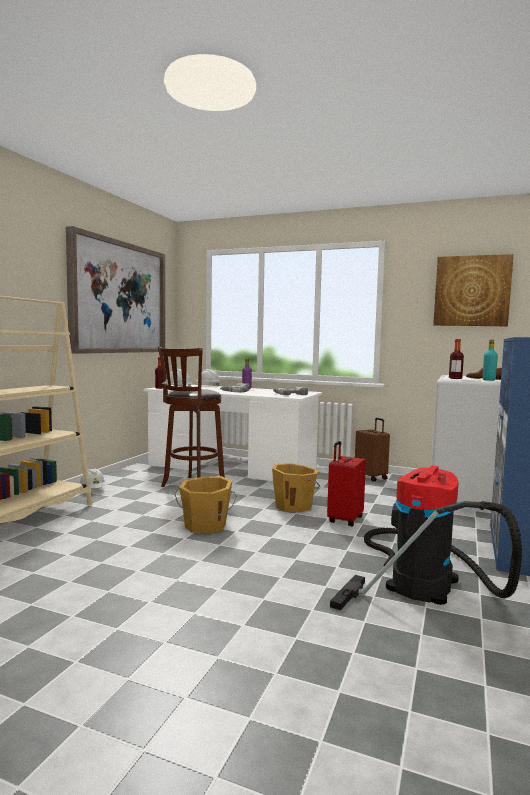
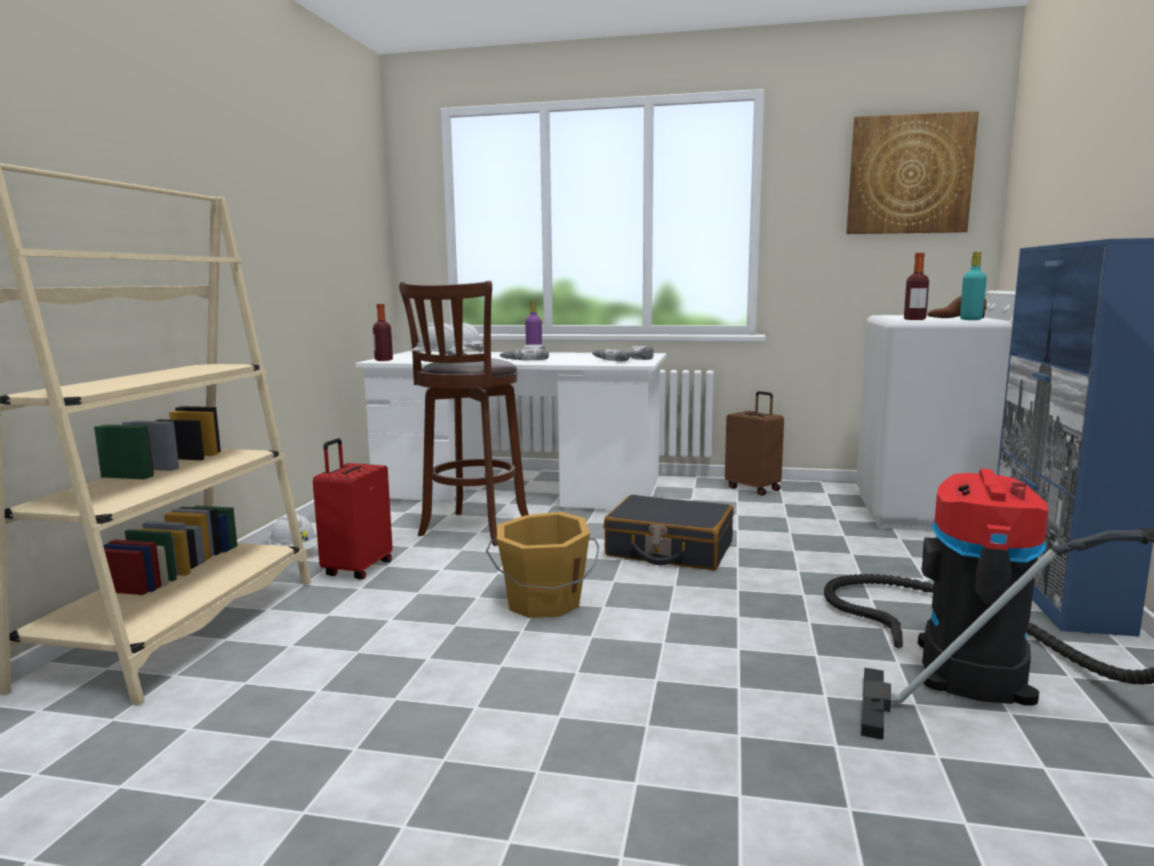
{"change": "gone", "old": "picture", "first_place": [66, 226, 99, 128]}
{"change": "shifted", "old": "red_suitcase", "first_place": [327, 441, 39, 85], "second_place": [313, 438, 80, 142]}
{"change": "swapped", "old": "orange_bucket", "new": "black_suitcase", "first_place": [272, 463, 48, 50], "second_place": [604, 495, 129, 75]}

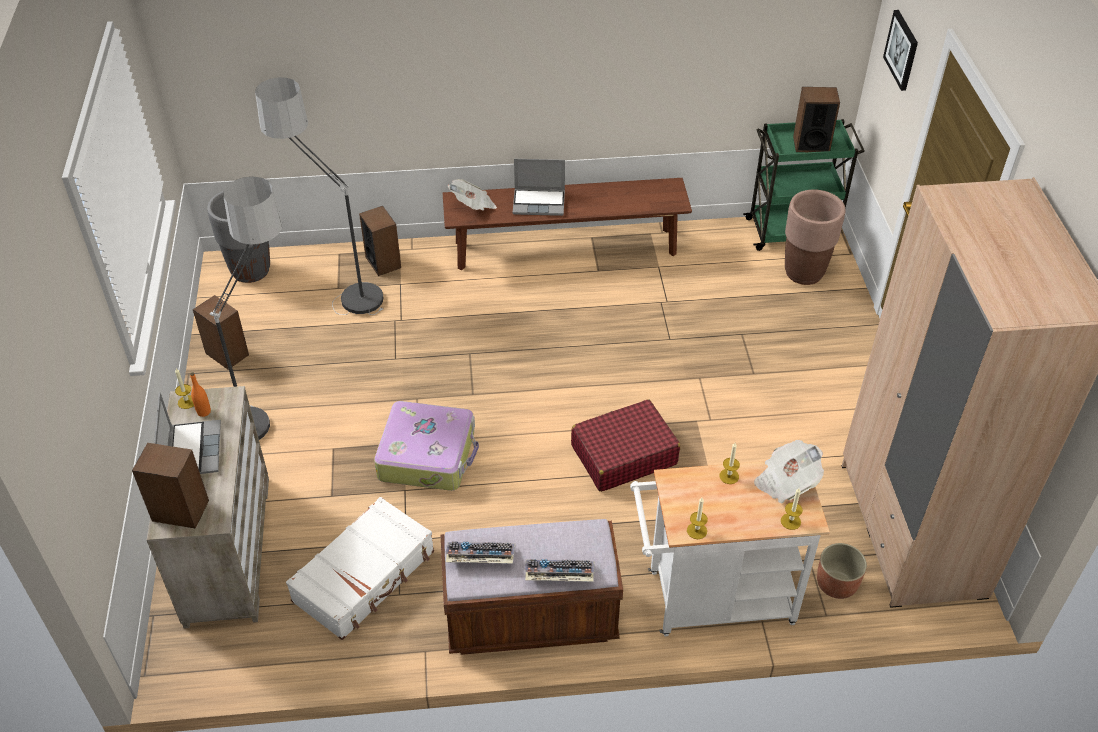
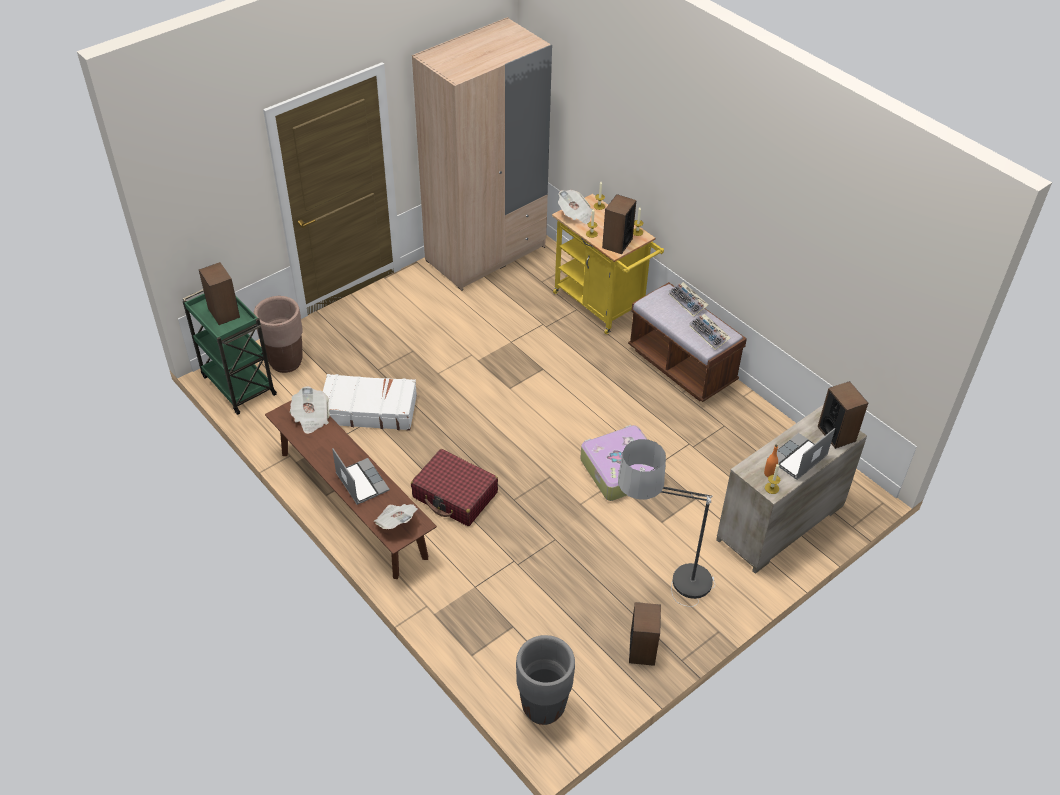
{"change": "gone", "old": "floor_lamp", "first_place": [255, 77, 129, 238]}
{"change": "gone", "old": "planter", "first_place": [817, 543, 50, 56]}
{"change": "gone", "old": "picture", "first_place": [883, 10, 35, 81]}
{"change": "new", "new": "newspaper", "second_place": [290, 386, 40, 48]}
{"change": "shifted", "old": "white_suitcase", "first_place": [286, 497, 148, 143], "second_place": [323, 374, 94, 57]}
{"change": "shifted", "old": "speaker", "first_place": [359, 206, 42, 70], "second_place": [602, 194, 34, 60]}
{"change": "shifted", "old": "red_suitcase", "first_place": [571, 399, 109, 93], "second_place": [411, 449, 87, 77]}
{"change": "repainted", "old": "white_cart", "new": "yellow_cart", "first_place": [630, 461, 200, 176], "second_place": [552, 194, 112, 140]}

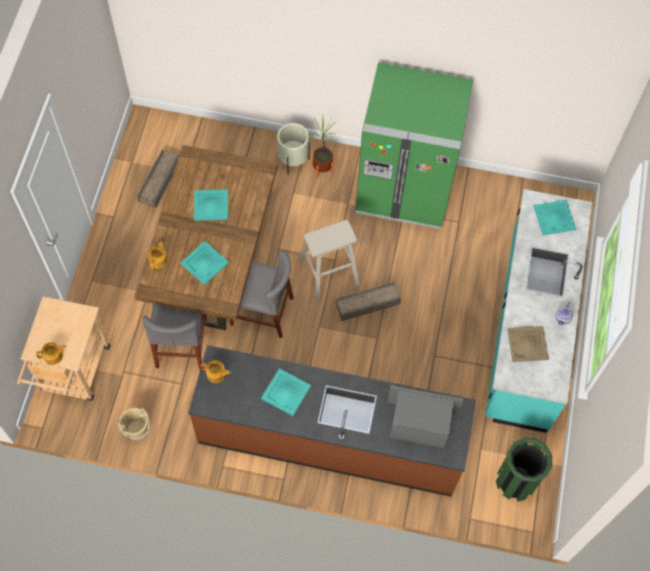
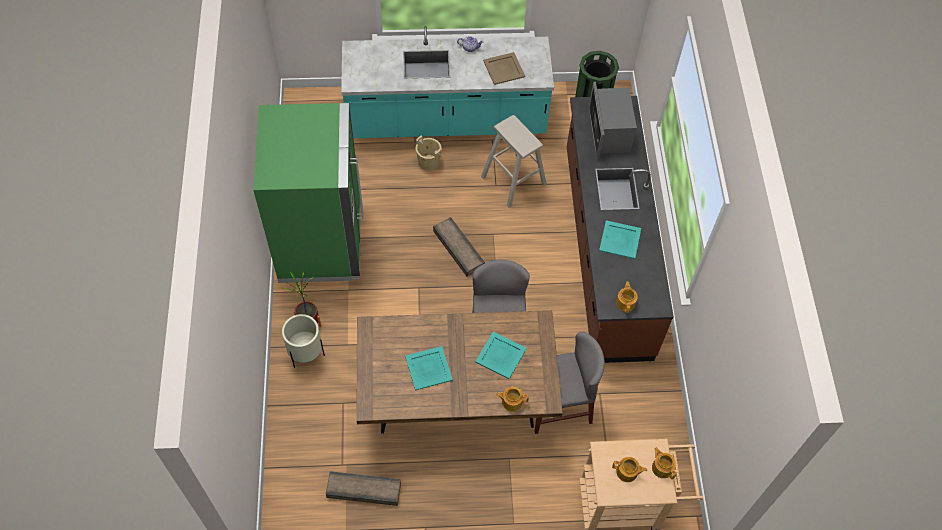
{"change": "gone", "old": "turquoise_tray", "first_place": [534, 200, 42, 35]}
{"change": "new", "new": "teapot", "second_place": [612, 457, 35, 25]}
{"change": "shifted", "old": "beige_bucket", "first_place": [118, 408, 32, 32], "second_place": [416, 135, 26, 36]}
{"change": "shifted", "old": "beige_stool", "first_place": [299, 220, 61, 81], "second_place": [481, 115, 66, 92]}

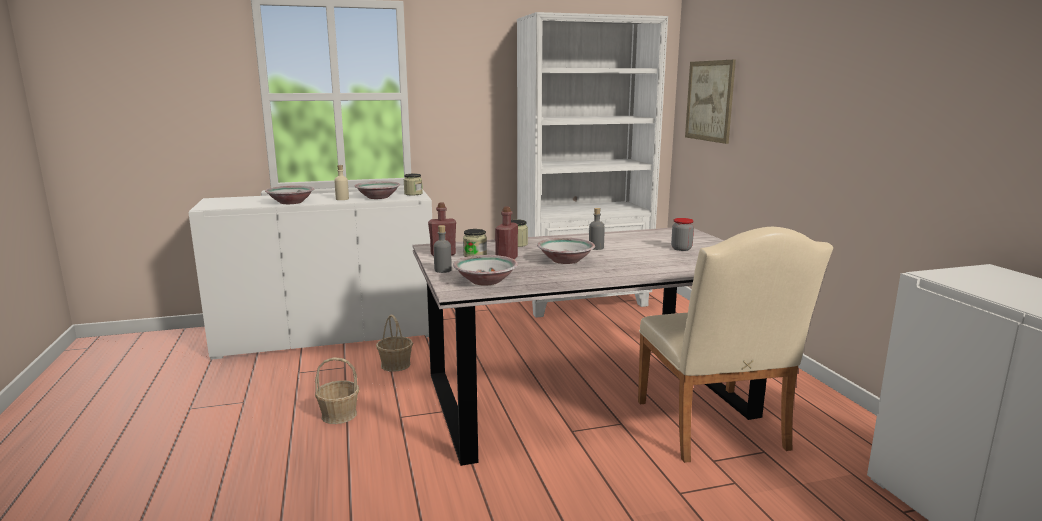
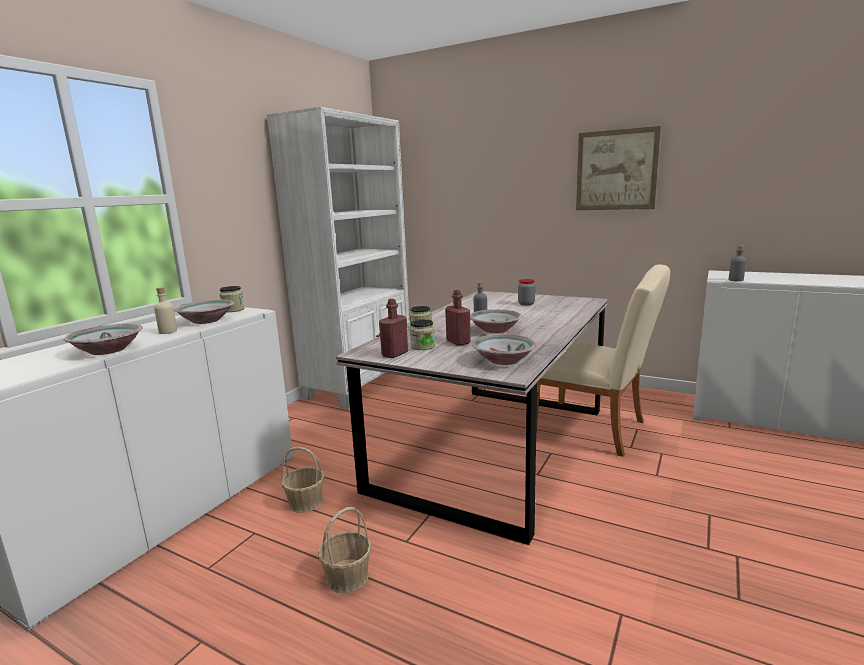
{"change": "shifted", "old": "grey_bottle", "first_place": [434, 225, 18, 48], "second_place": [729, 245, 17, 37]}
{"change": "shifted", "old": "picture", "first_place": [685, 60, 51, 84], "second_place": [576, 126, 85, 84]}

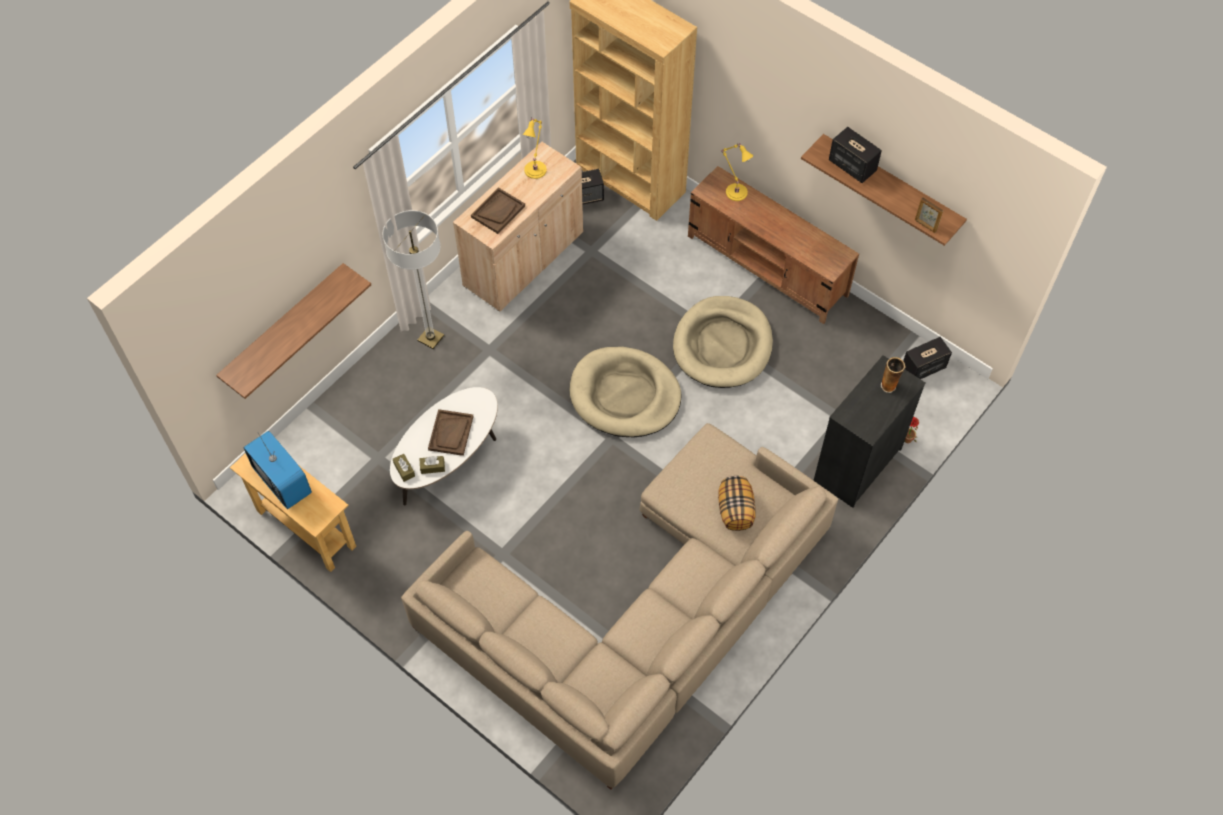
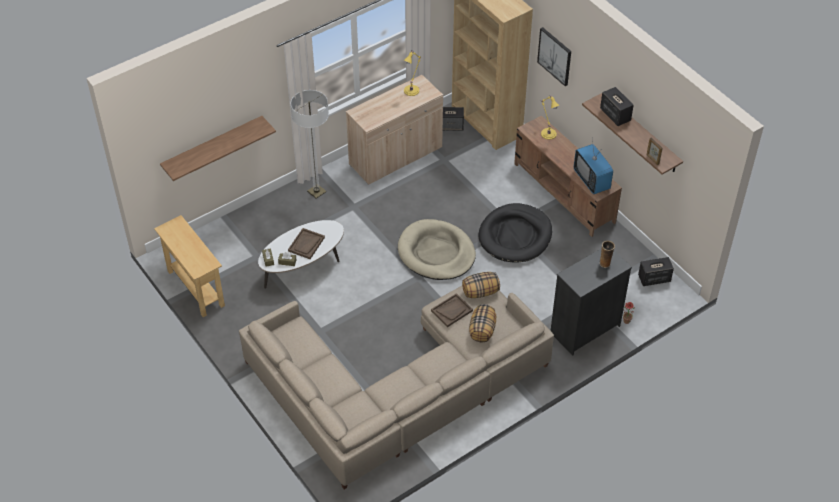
{"change": "new", "new": "pillow", "second_place": [462, 272, 38, 26]}
{"change": "new", "new": "picture", "second_place": [537, 27, 34, 59]}
{"change": "shifted", "old": "television", "first_place": [243, 431, 69, 78], "second_place": [574, 140, 39, 54]}
{"change": "shifted", "old": "brown_tray", "first_place": [471, 187, 54, 47], "second_place": [431, 293, 42, 34]}
{"change": "repainted", "old": "beige_dog_bed", "new": "black_dog_bed", "first_place": [673, 296, 100, 92], "second_place": [478, 203, 74, 59]}

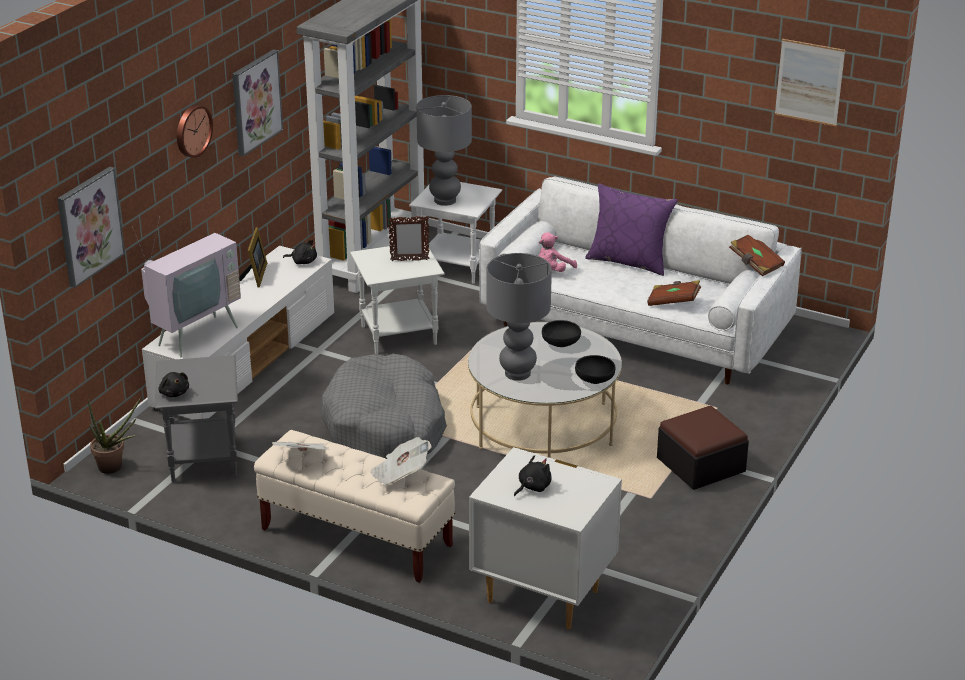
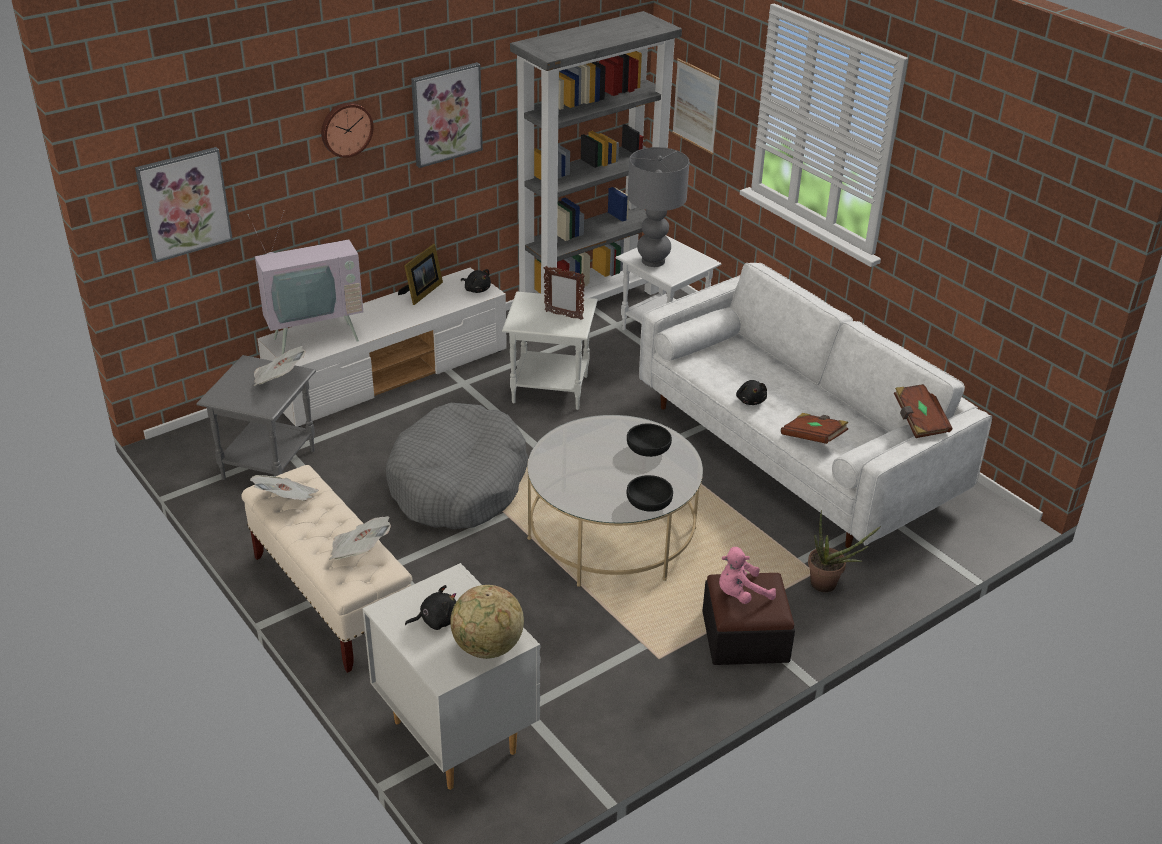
{"change": "gone", "old": "grey_table_lamp", "first_place": [487, 253, 65, 128]}
{"change": "gone", "old": "purple_pillow", "first_place": [585, 184, 93, 92]}
{"change": "new", "new": "newspaper", "second_place": [254, 346, 51, 40]}
{"change": "new", "new": "globe", "second_place": [450, 585, 74, 74]}
{"change": "shifted", "old": "potted_plant", "first_place": [88, 398, 53, 76], "second_place": [808, 510, 73, 82]}
{"change": "shifted", "old": "black_plush_toy", "first_place": [158, 372, 31, 25], "second_place": [736, 380, 31, 25]}
{"change": "shifted", "old": "pink_plush_toy", "first_place": [539, 232, 38, 40], "second_place": [719, 547, 57, 57]}
{"change": "shifted", "old": "picture", "first_place": [775, 39, 70, 87], "second_place": [672, 58, 48, 96]}

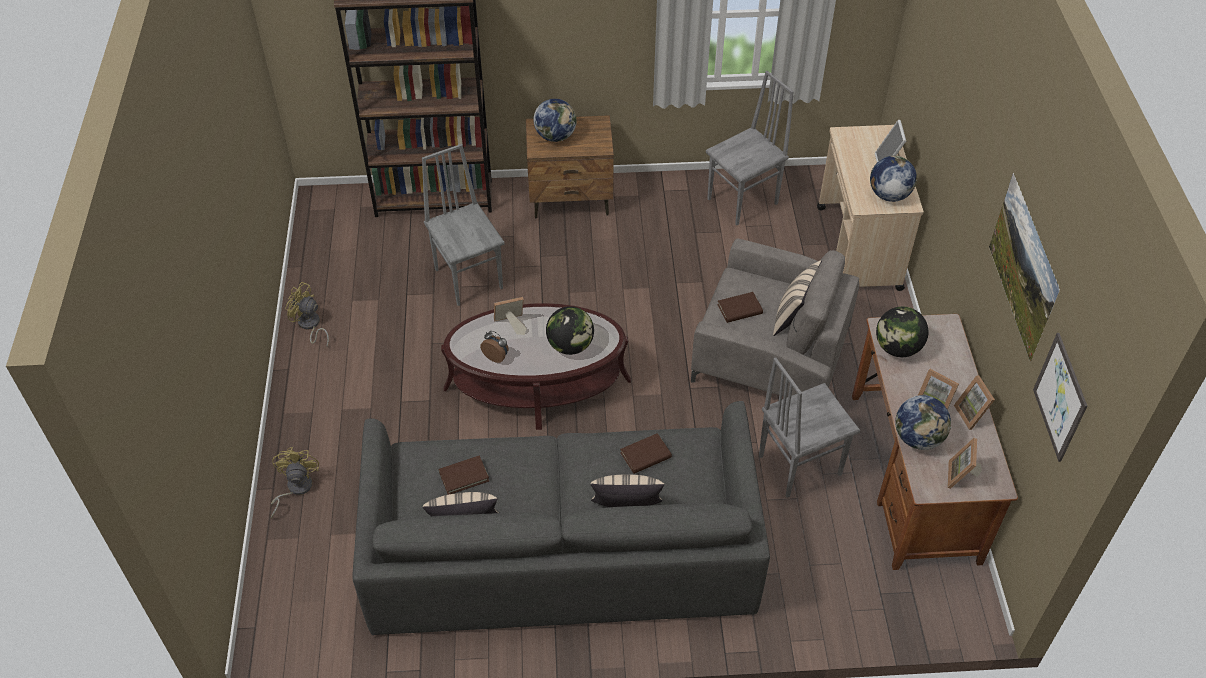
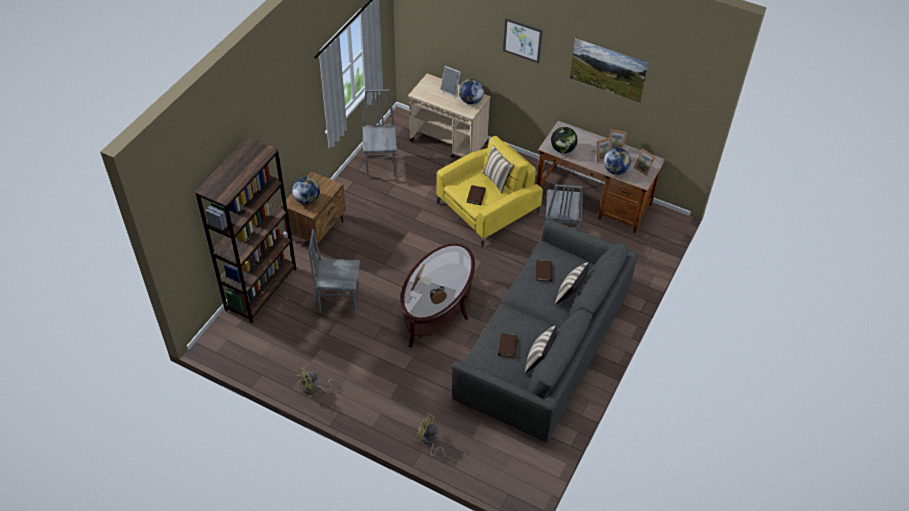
{"change": "gone", "old": "globe", "first_place": [546, 306, 48, 49]}
{"change": "shifted", "old": "picture", "first_place": [1033, 333, 54, 129], "second_place": [503, 18, 40, 45]}
{"change": "repainted", "old": "grey_armchair", "new": "yellow_armchair", "first_place": [691, 239, 168, 158], "second_place": [437, 136, 106, 110]}

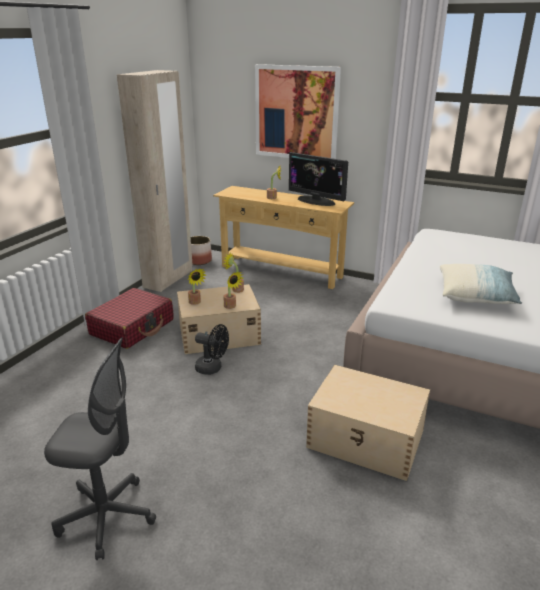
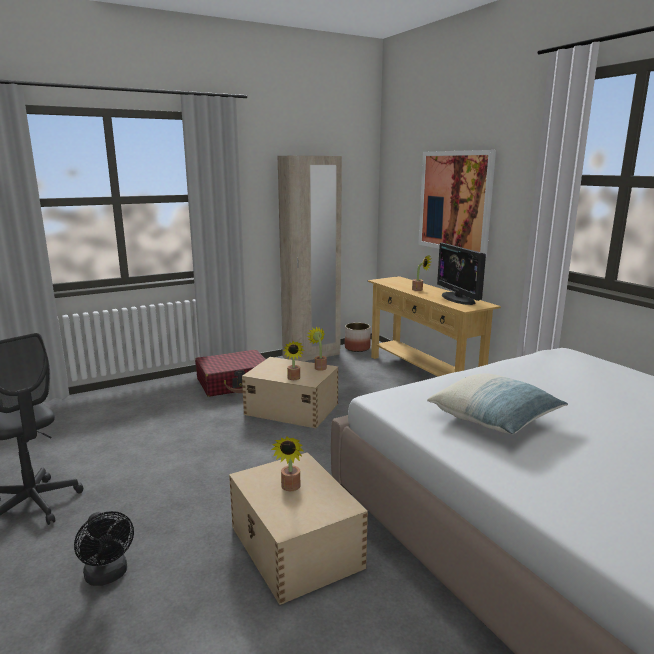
{"change": "shifted", "old": "potted_plant", "first_place": [188, 268, 18, 37], "second_place": [271, 436, 33, 55]}
{"change": "shifted", "old": "black_fan", "first_place": [195, 324, 34, 51], "second_place": [74, 511, 60, 75]}

